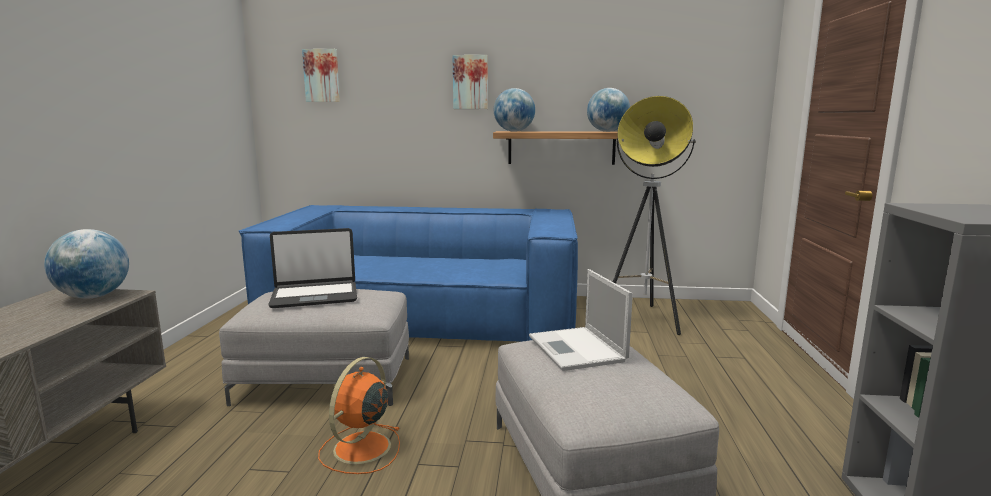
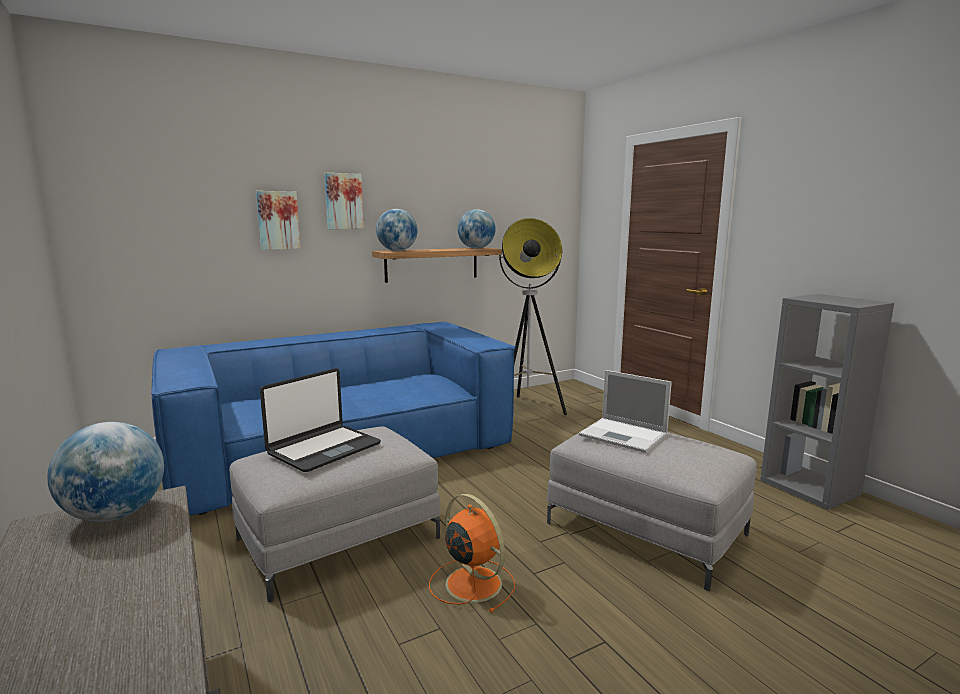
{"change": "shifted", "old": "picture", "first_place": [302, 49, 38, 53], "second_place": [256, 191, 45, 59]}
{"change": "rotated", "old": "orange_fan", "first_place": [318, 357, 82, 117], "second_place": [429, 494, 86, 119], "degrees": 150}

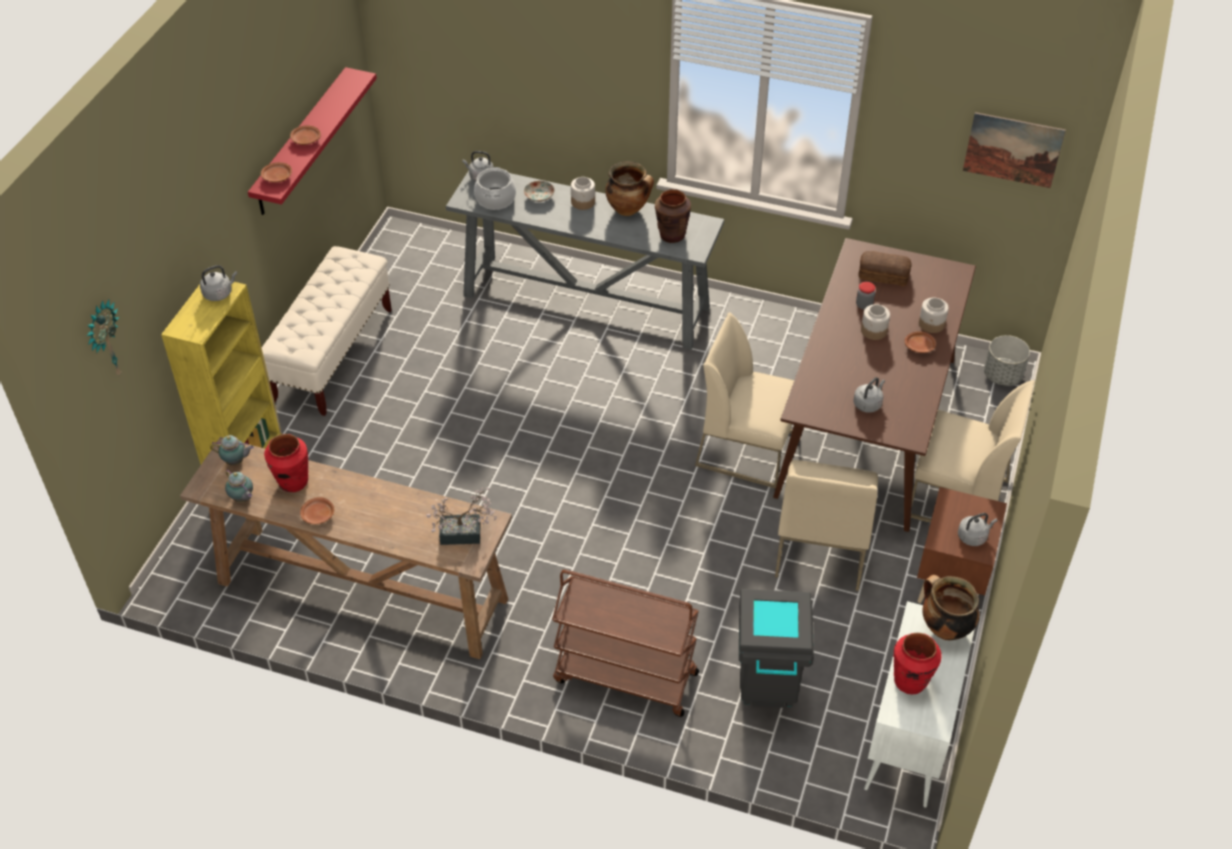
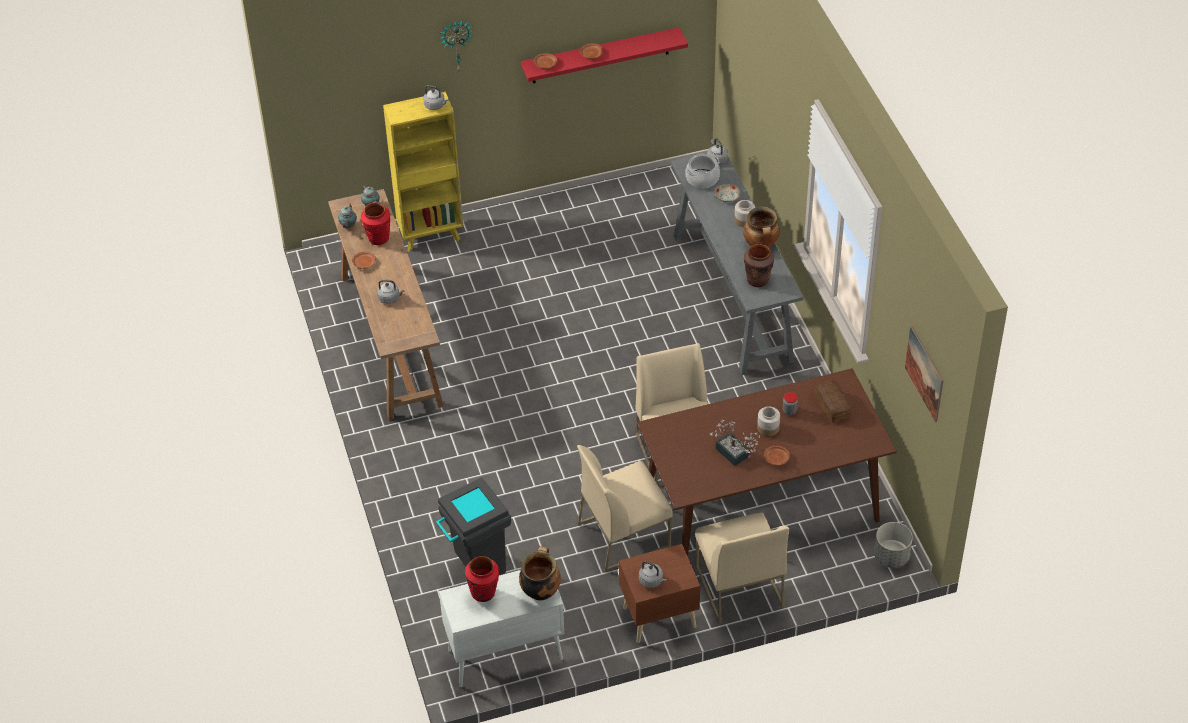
{"change": "gone", "old": "beige_bench", "first_place": [262, 246, 130, 170]}
{"change": "gone", "old": "brown_cart", "first_place": [552, 569, 147, 148]}
{"change": "gone", "old": "jar", "first_place": [919, 298, 30, 35]}
{"change": "shifted", "old": "wall_clock", "first_place": [87, 300, 35, 78], "second_place": [439, 20, 35, 52]}
{"change": "shifted", "old": "potted_plant", "first_place": [426, 487, 71, 58], "second_place": [710, 420, 50, 46]}
{"change": "shifted", "old": "grey_kettle", "first_place": [853, 377, 32, 36], "second_place": [377, 280, 28, 24]}

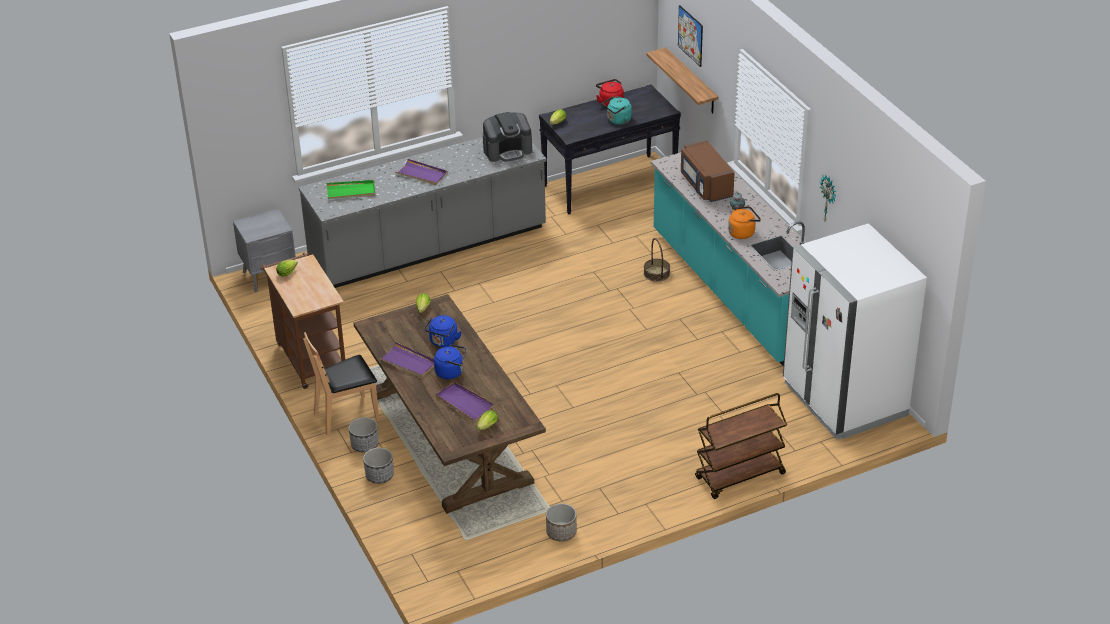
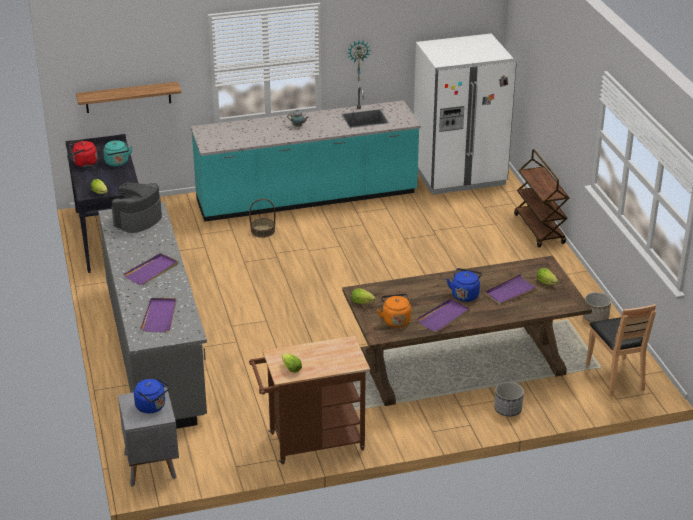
{"change": "gone", "old": "planter", "first_place": [348, 417, 30, 35]}
{"change": "gone", "old": "picture", "first_place": [678, 5, 25, 62]}
{"change": "gone", "old": "brown_microwave", "first_place": [681, 140, 54, 62]}
{"change": "shifted", "old": "brown_chair", "first_place": [303, 332, 76, 104], "second_place": [586, 304, 70, 92]}
{"change": "shifted", "old": "blue_kettle", "first_place": [424, 315, 38, 32], "second_place": [134, 378, 36, 35]}
{"change": "shifted", "old": "orange_kettle", "first_place": [728, 206, 33, 33], "second_place": [377, 293, 34, 35]}
{"change": "repainted", "old": "green_tray", "new": "purple_tray", "first_place": [326, 180, 49, 19], "second_place": [140, 298, 36, 34]}
{"change": "rotated", "old": "coffee_machine", "first_place": [483, 112, 49, 50], "second_place": [112, 182, 50, 51], "degrees": -135}

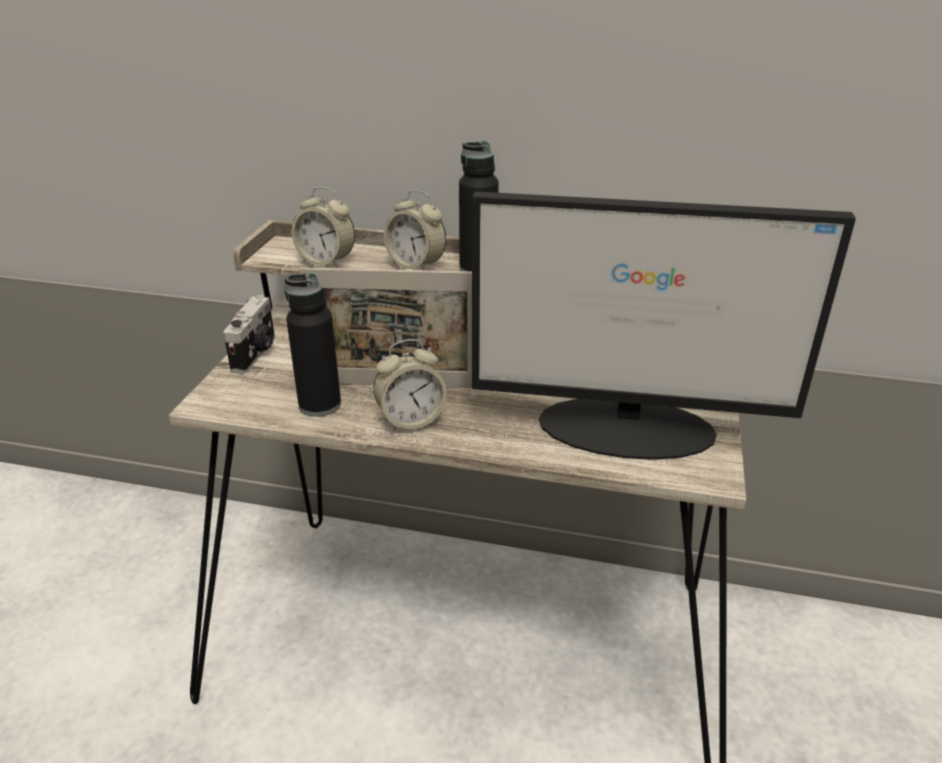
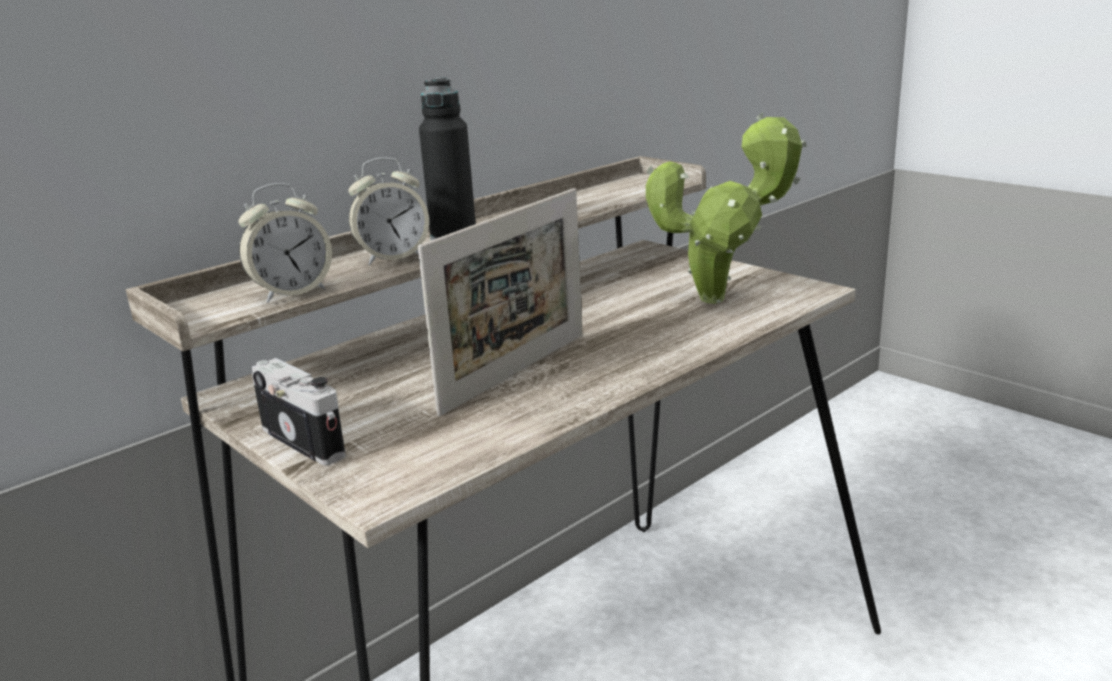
{"change": "gone", "old": "black_bottle", "first_place": [285, 273, 56, 144]}
{"change": "gone", "old": "alarm_clock", "first_place": [373, 339, 74, 93]}
{"change": "swapped", "old": "monitor", "new": "potted_plant", "first_place": [472, 191, 384, 269], "second_place": [646, 112, 161, 192]}

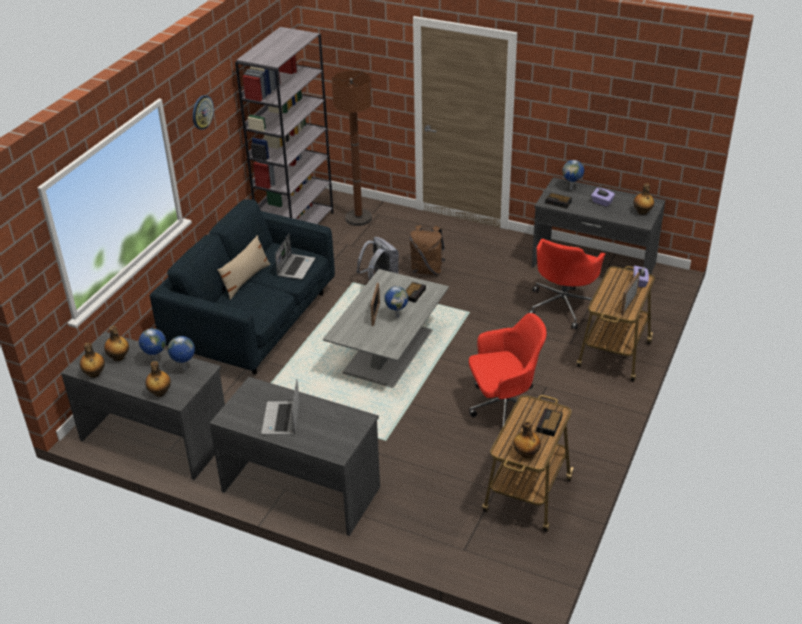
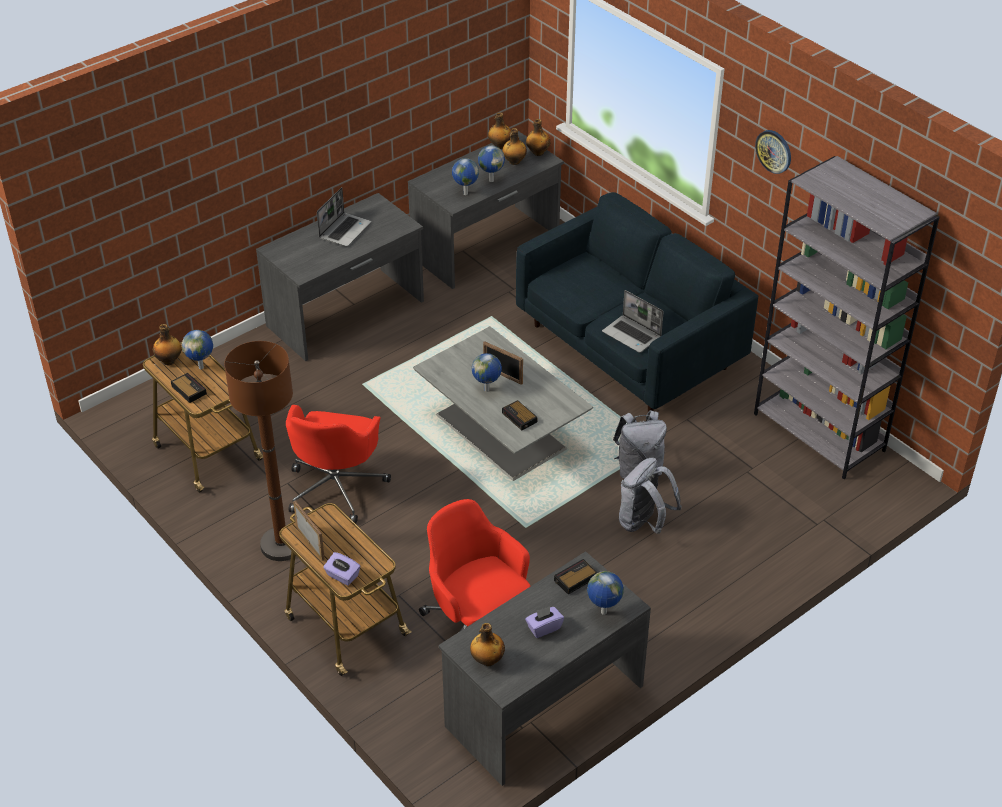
{"change": "gone", "old": "beige_pillow", "first_place": [217, 235, 53, 65]}
{"change": "new", "new": "globe", "second_place": [182, 330, 31, 39]}
{"change": "shifted", "old": "bottle", "first_place": [145, 361, 26, 36], "second_place": [526, 119, 24, 37]}
{"change": "shifted", "old": "brown_floor_lamp", "first_place": [332, 70, 40, 156], "second_place": [224, 341, 72, 220]}
{"change": "repainted", "old": "brown_backpack", "new": "grey_backpack", "first_place": [409, 225, 36, 50], "second_place": [619, 458, 63, 76]}
{"change": "rotated", "old": "laptop", "first_place": [261, 379, 39, 56], "second_place": [317, 187, 54, 60], "degrees": 90}

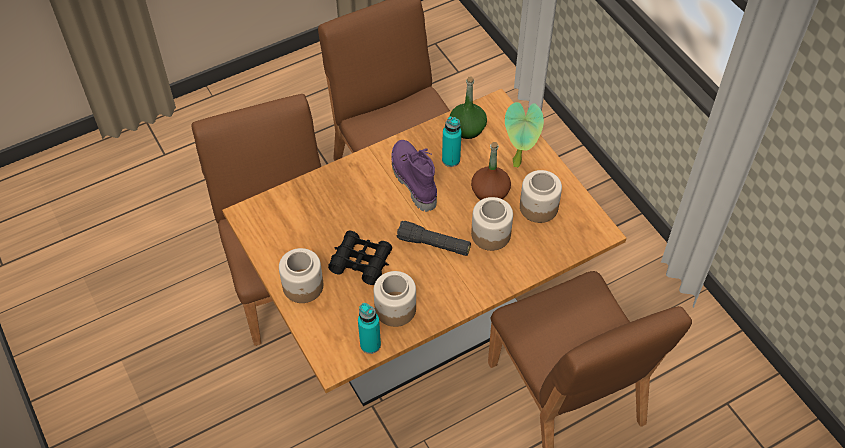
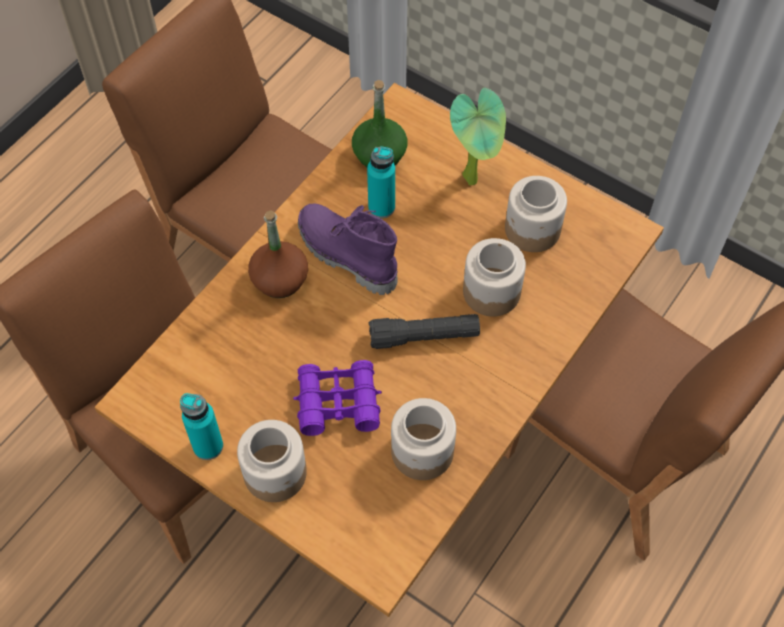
{"change": "shifted", "old": "turquoise_bottle", "first_place": [358, 303, 23, 51], "second_place": [180, 393, 43, 67]}
{"change": "shifted", "old": "brown_bottle", "first_place": [471, 142, 40, 58], "second_place": [248, 210, 60, 88]}
{"change": "repainted", "old": "black_binoculars", "new": "purple_binoculars", "first_place": [328, 231, 64, 54], "second_place": [293, 360, 89, 76]}

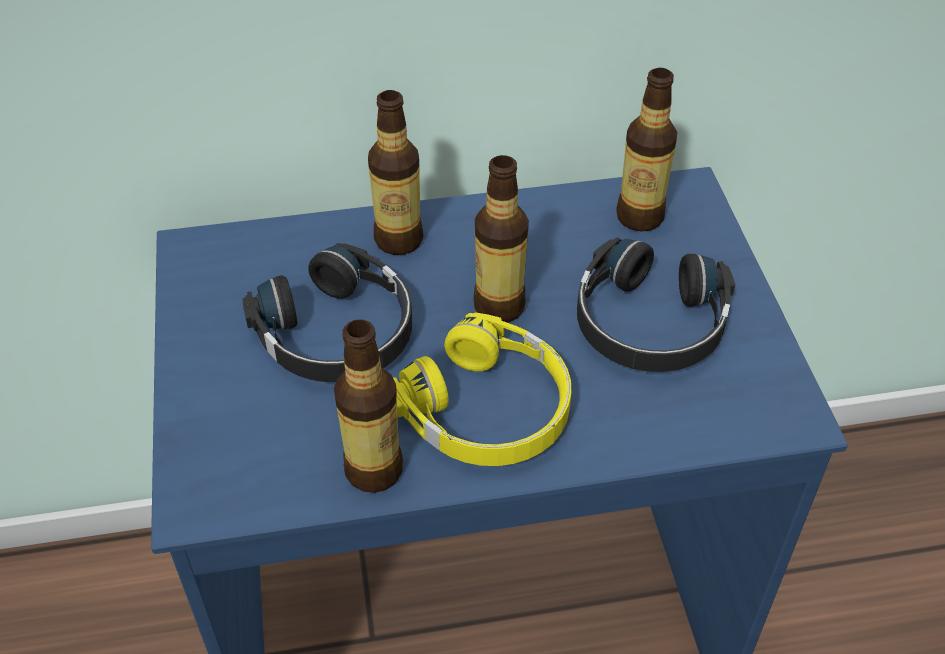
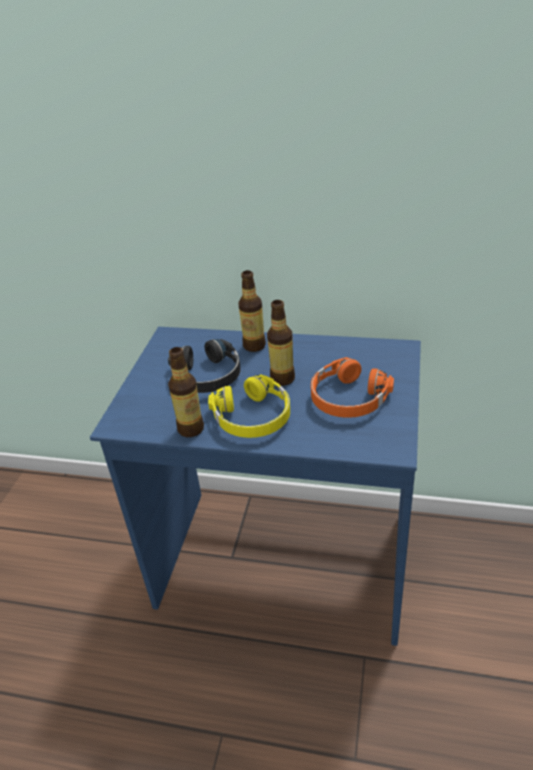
{"change": "gone", "old": "bottle", "first_place": [616, 68, 61, 163]}
{"change": "repainted", "old": "black_headphones", "new": "orange_headphones", "first_place": [577, 237, 158, 135], "second_place": [311, 357, 83, 61]}

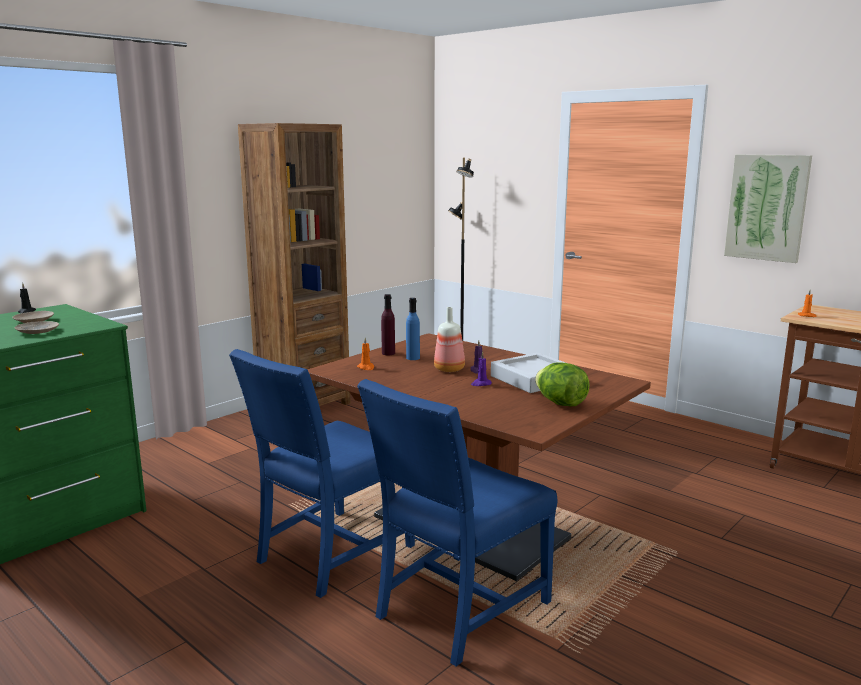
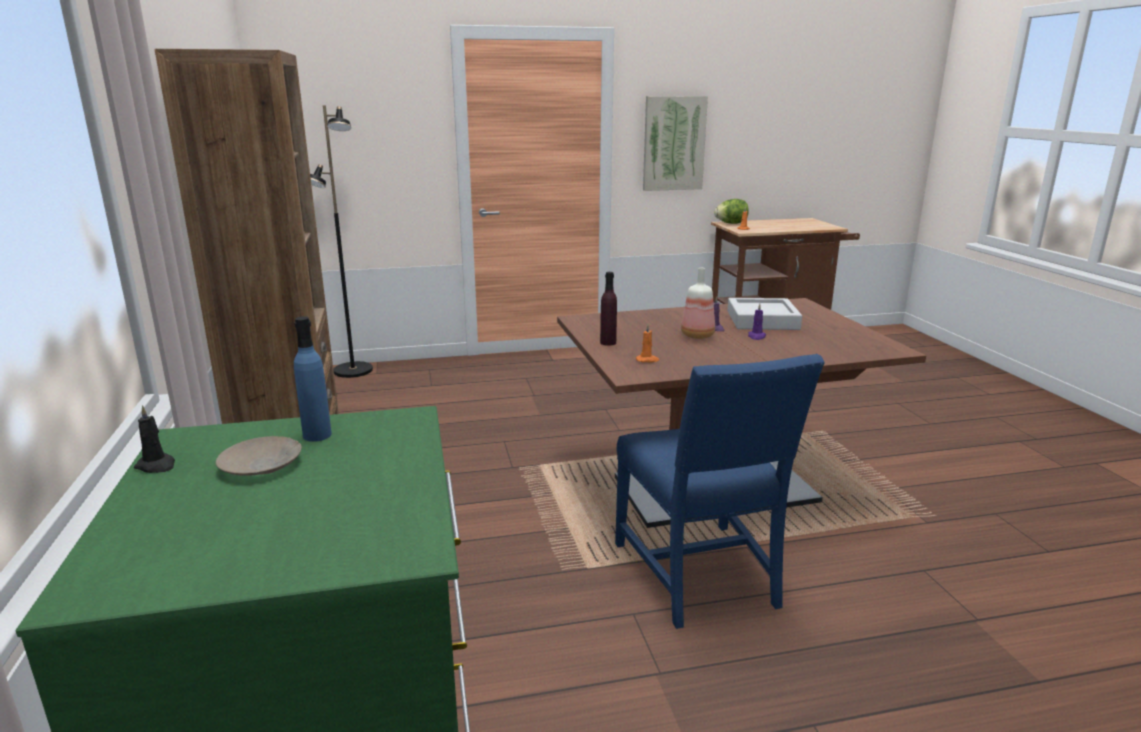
{"change": "gone", "old": "beige_plate", "first_place": [14, 321, 45, 13]}
{"change": "gone", "old": "blue_chair", "first_place": [357, 379, 200, 288]}
{"change": "shifted", "old": "blue_bottle", "first_place": [406, 298, 14, 62], "second_place": [294, 316, 38, 126]}
{"change": "shifted", "old": "lettuce", "first_place": [535, 363, 55, 43], "second_place": [714, 199, 35, 25]}

